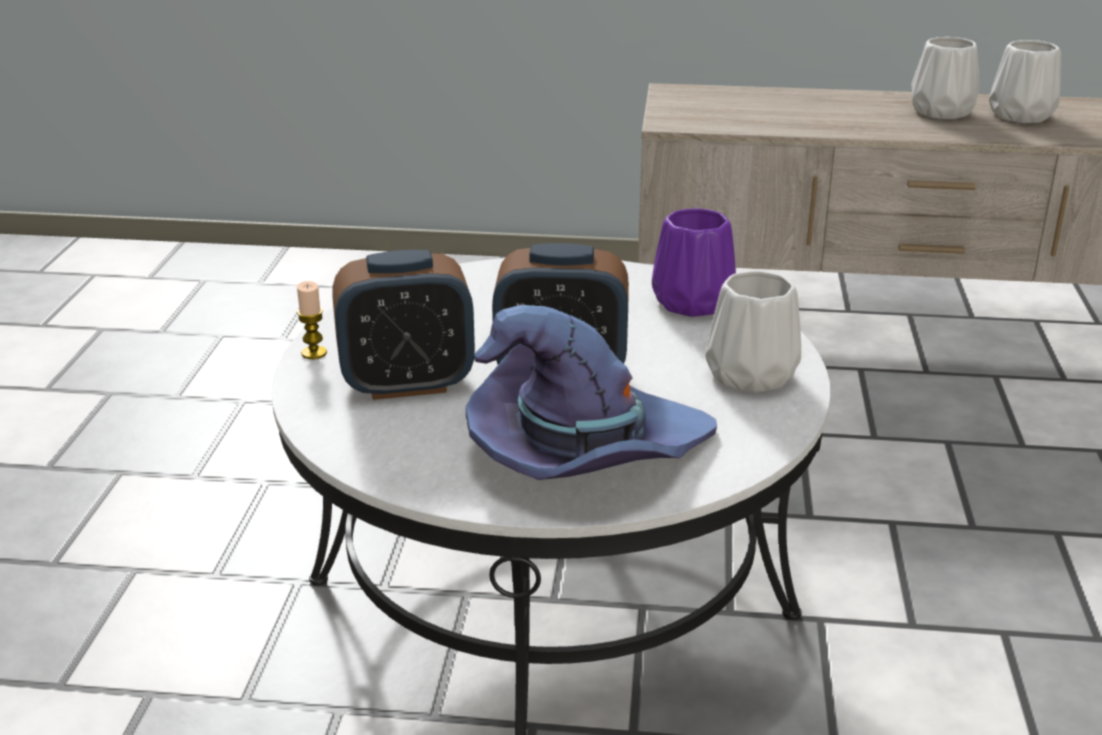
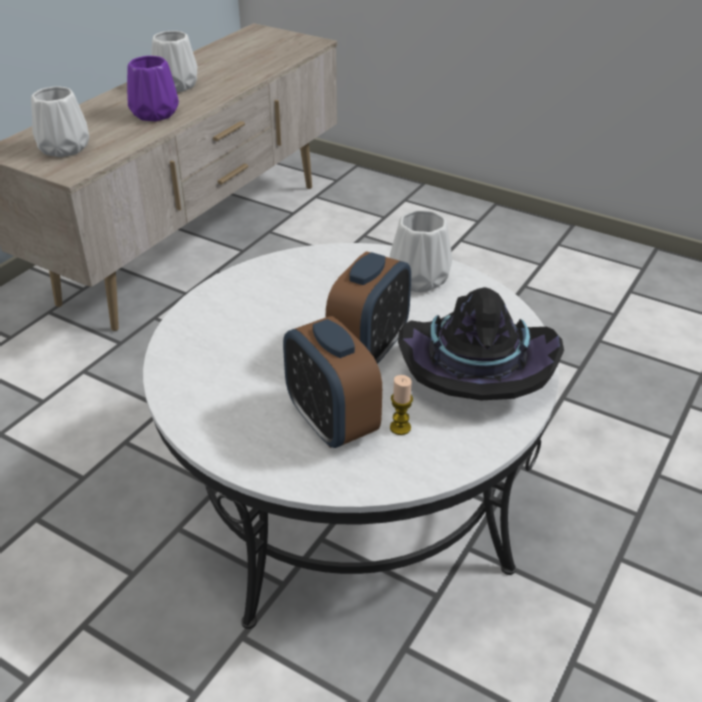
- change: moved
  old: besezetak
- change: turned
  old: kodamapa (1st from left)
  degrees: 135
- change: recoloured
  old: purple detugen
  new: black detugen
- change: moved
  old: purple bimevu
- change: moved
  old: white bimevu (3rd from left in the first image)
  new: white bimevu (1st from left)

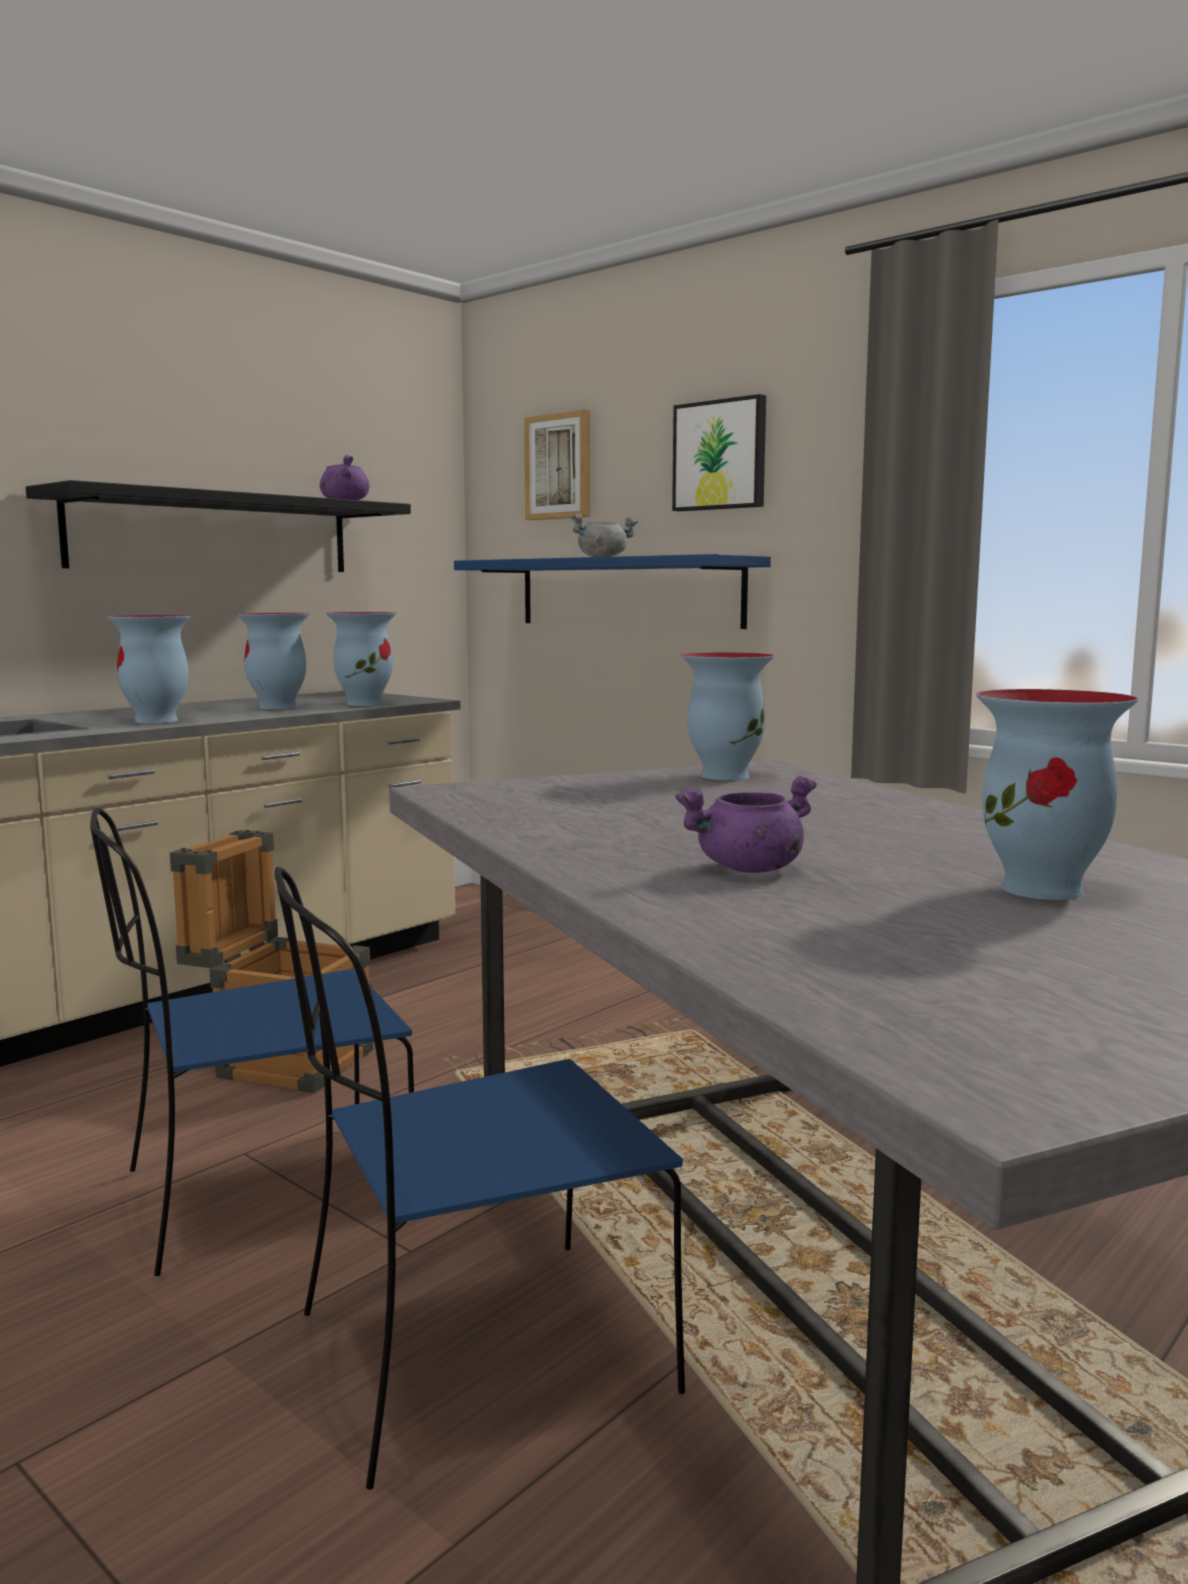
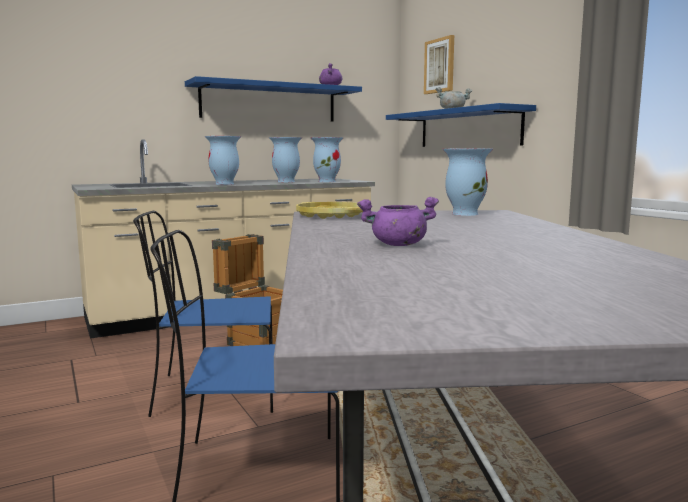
- change: recoloured
  old: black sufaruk
  new: blue sufaruk (1st from left)
- change: removed
  old: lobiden (2nd from left)
- change: removed
  old: bimevu (5th from left)
- change: added
  new: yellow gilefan

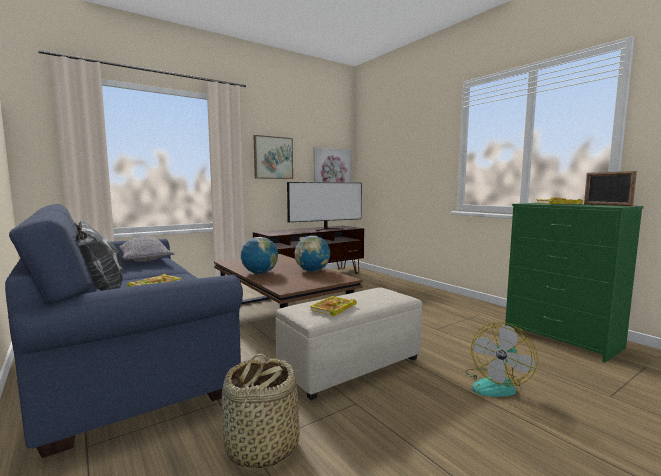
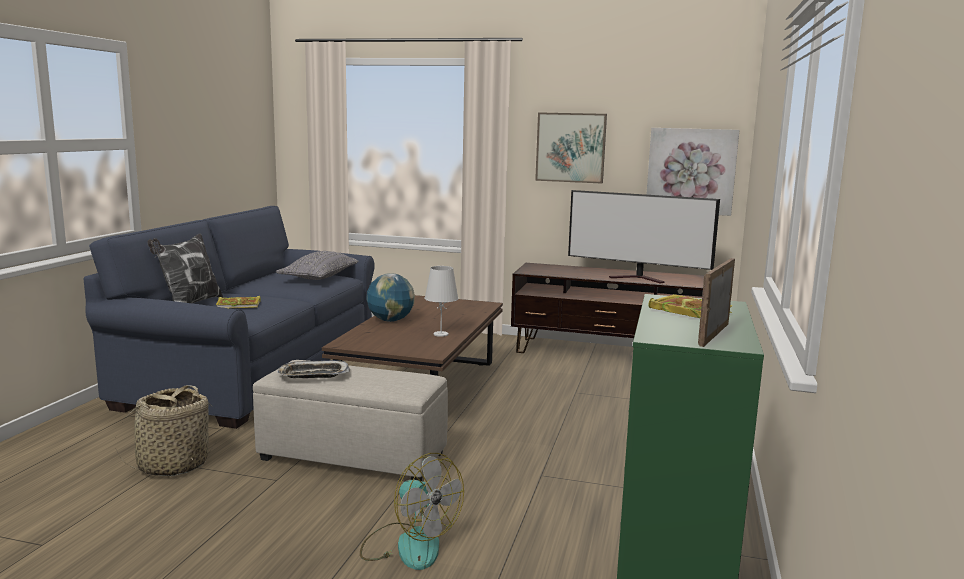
- change: replaced
  old: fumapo (2nd from left)
  new: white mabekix
- change: replaced
  old: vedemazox (2nd from left)
  new: gilefan
- change: turned
  old: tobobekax
  degrees: -135

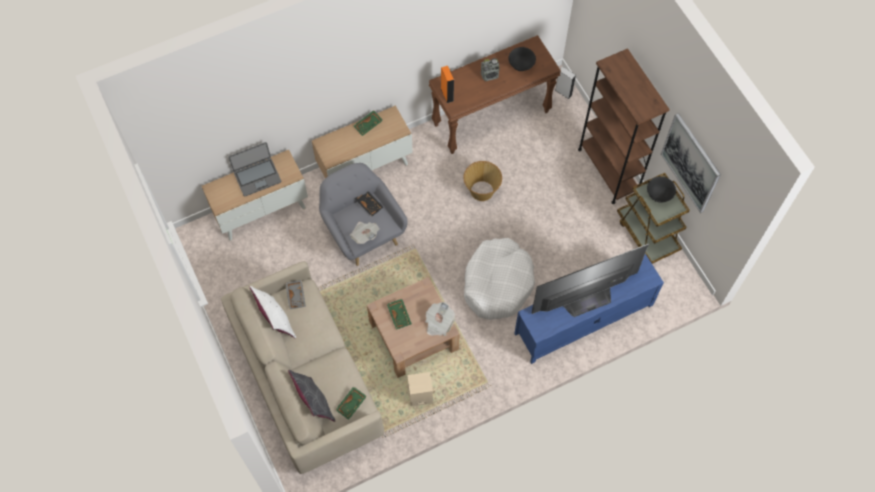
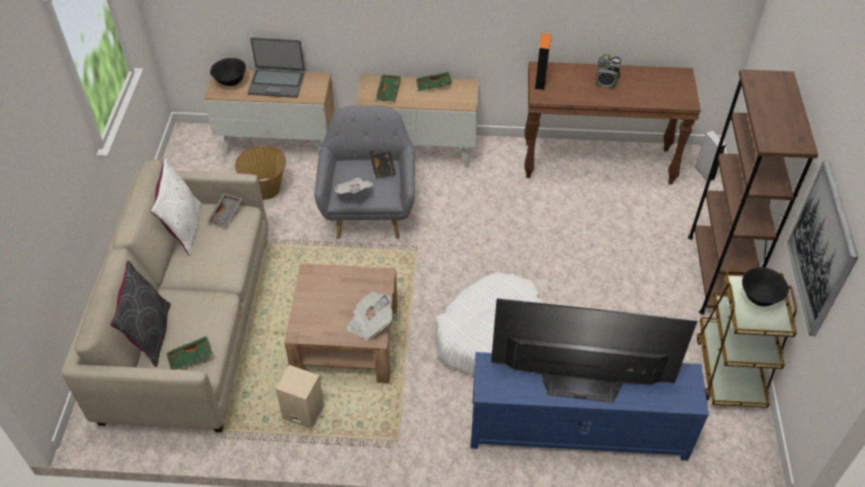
- change: moved
  old: green gilefan (3rd from left in the first image)
  new: green gilefan (2nd from left)
- change: moved
  old: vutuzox
- change: moved
  old: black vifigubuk (1st from left)

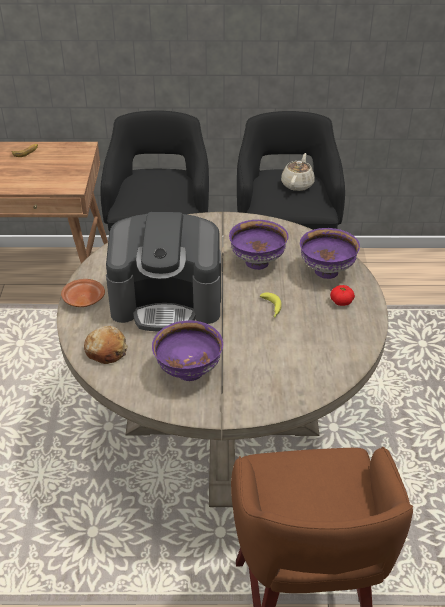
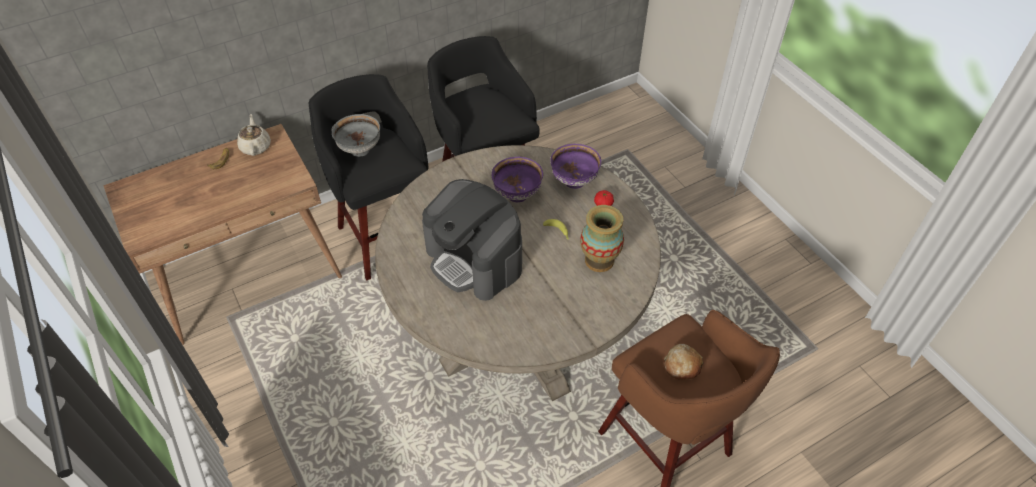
- change: removed
  old: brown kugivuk
- change: moved
  old: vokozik
- change: turned
  old: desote
  degrees: 75
- change: removed
  old: purple vifigubuk (1st from left)
- change: moved
  old: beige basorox
- change: added
  new: grey vifigubuk
- change: added
  new: bimevu

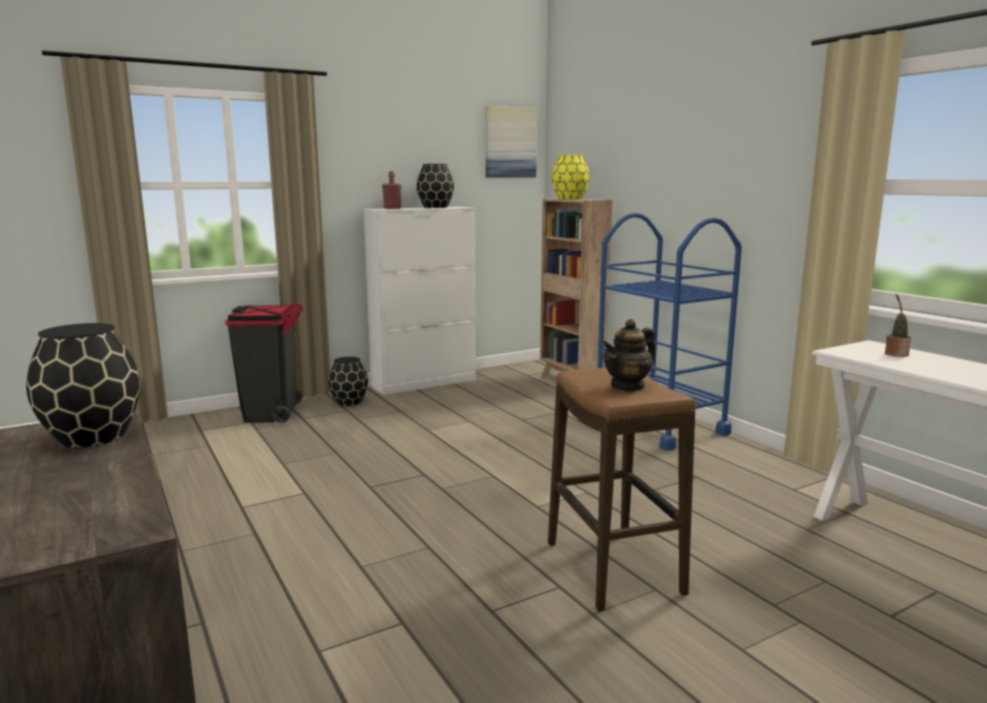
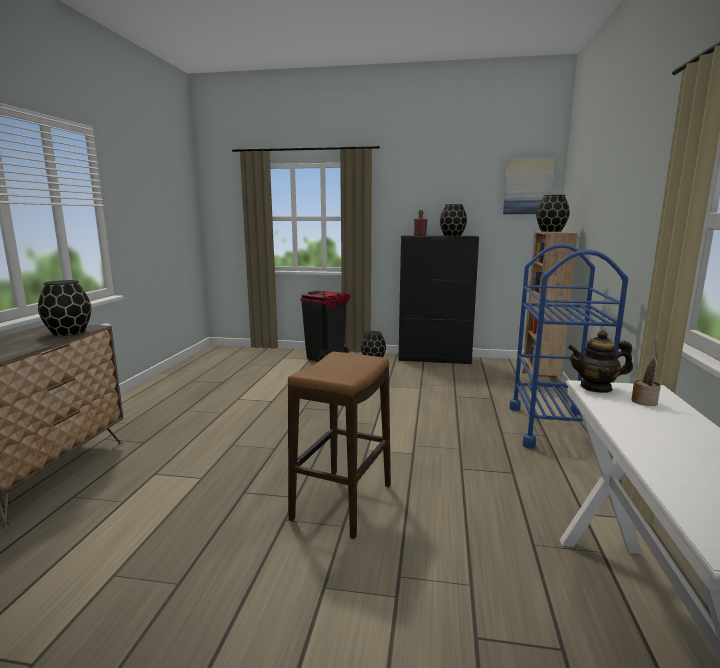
- change: recoloured
  old: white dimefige
  new: black dimefige
- change: recoloured
  old: yellow bimevu
  new: black bimevu (4th from left)
- change: moved
  old: basorox

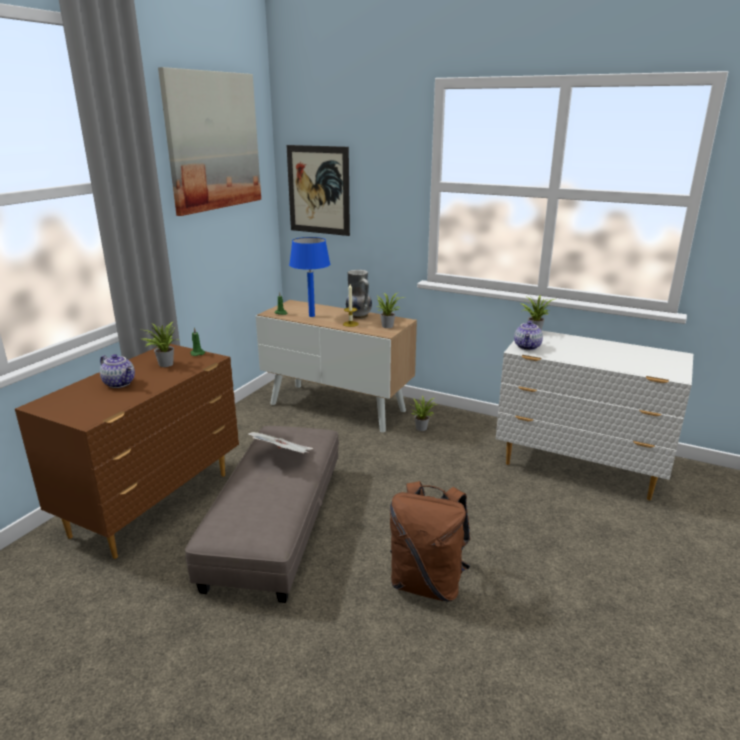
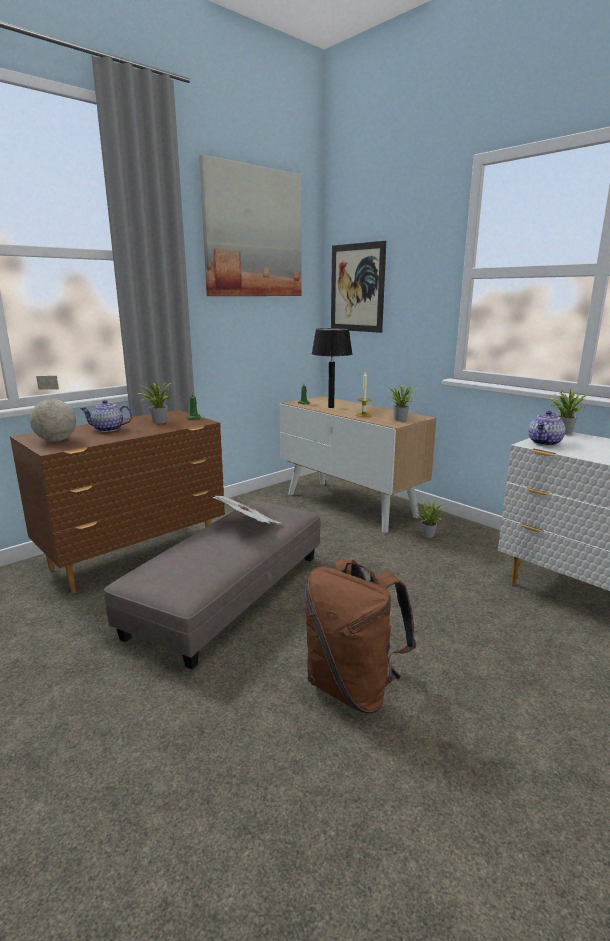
- change: turned
  old: basorox (1st from left)
  degrees: 120
- change: recoloured
  old: blue mabekix
  new: black mabekix
- change: removed
  old: bimevu
- change: added
  new: fumapo

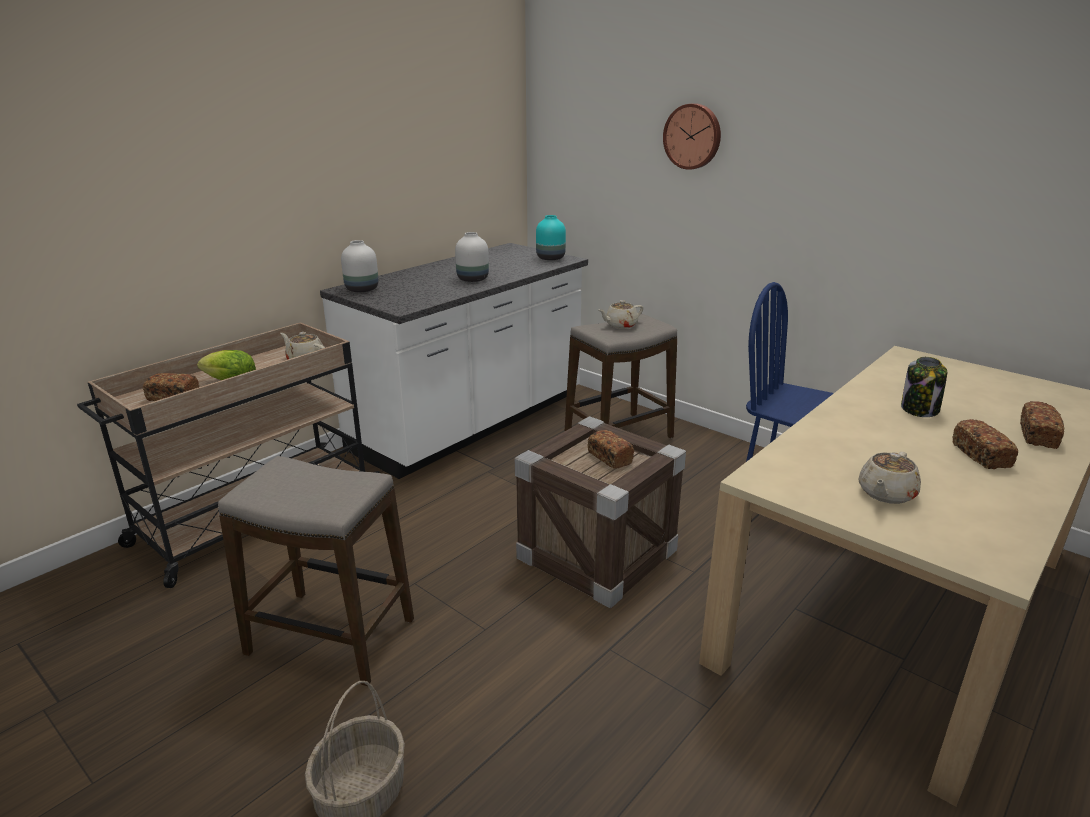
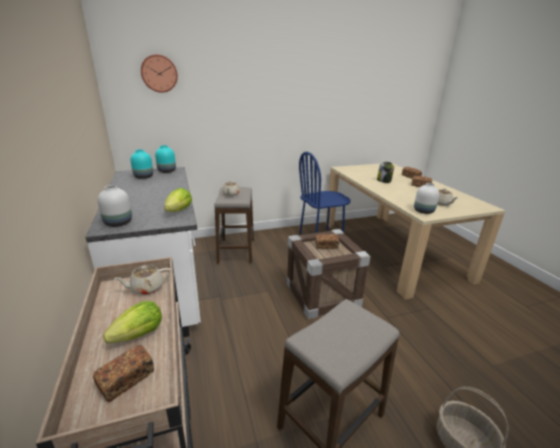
- change: moved
  old: white bimevu (2nd from left)
- change: moved
  old: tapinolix
- change: added
  new: turquoise bimevu (1st from left)
- change: added
  new: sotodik (2nd from left)

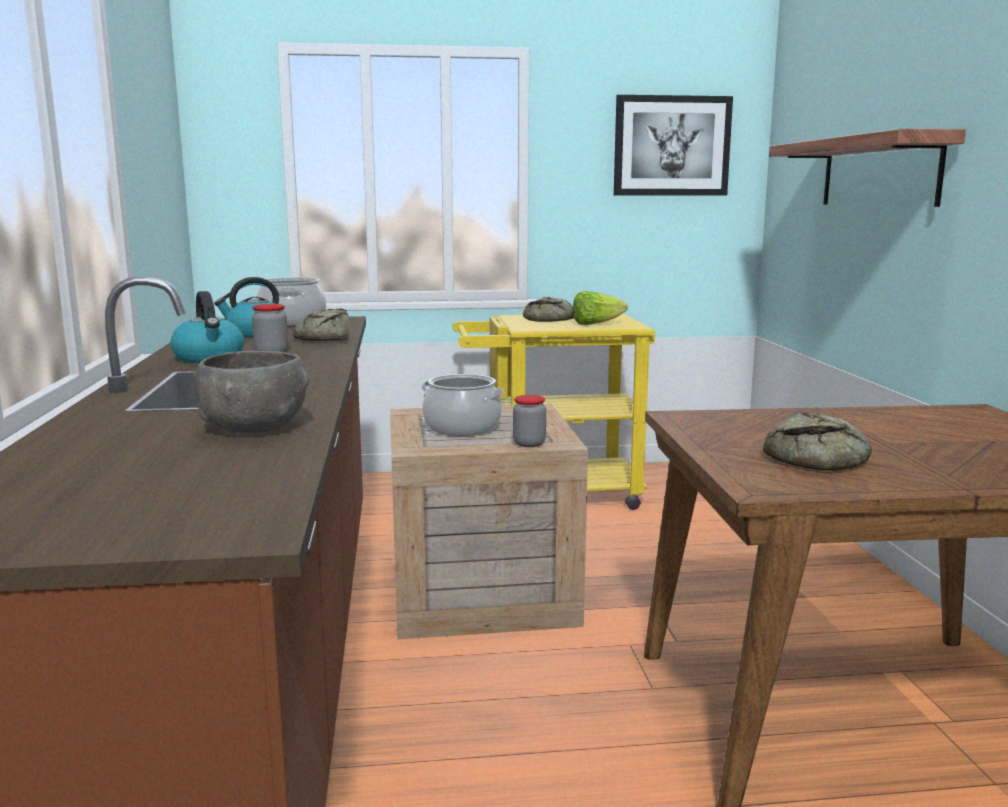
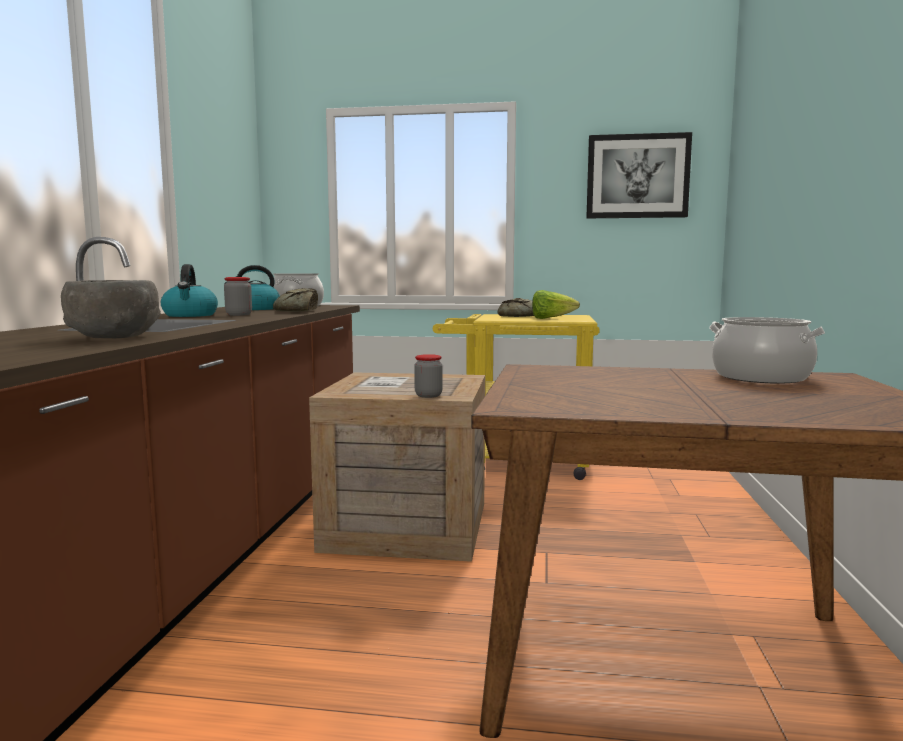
- change: moved
  old: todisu (2nd from left)
- change: removed
  old: vokozik (3rd from left)
- change: removed
  old: sufaruk

